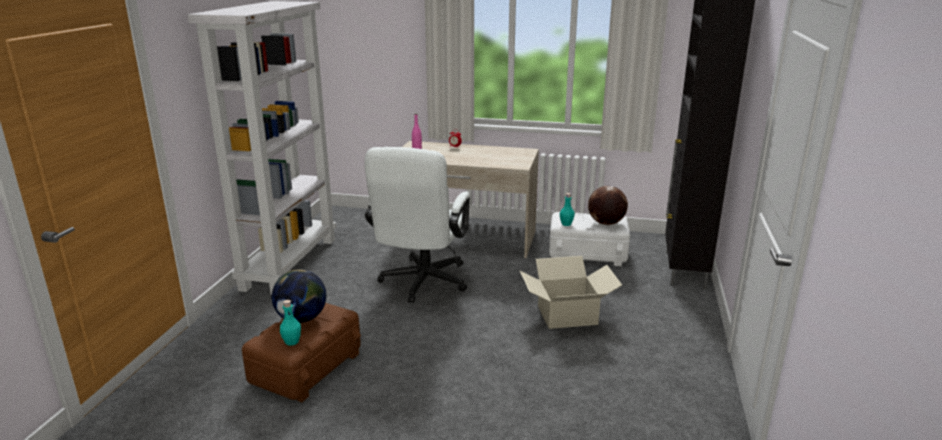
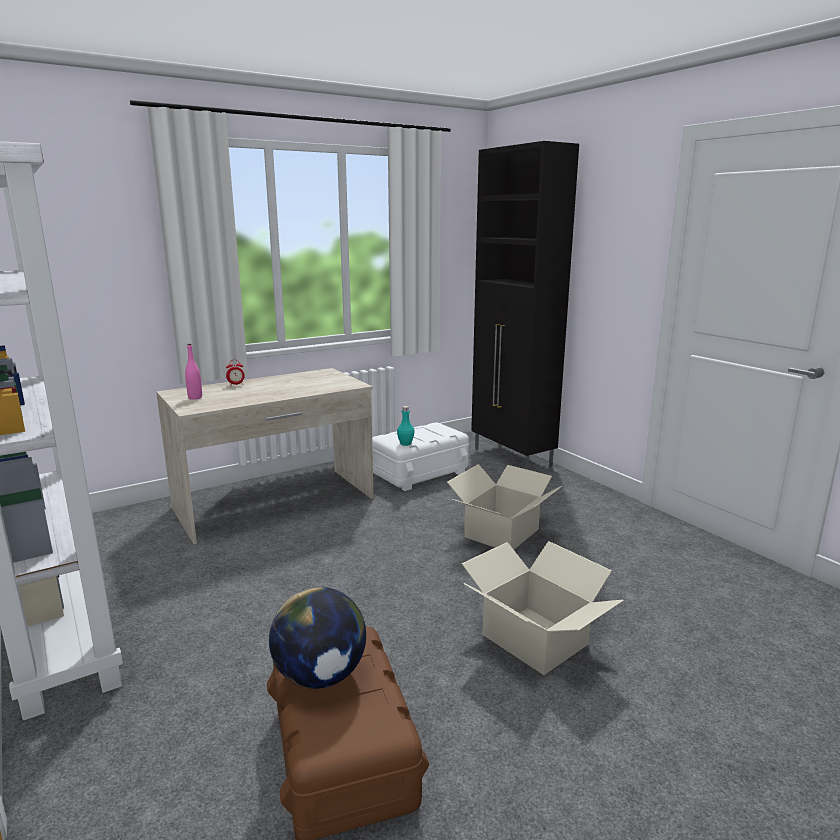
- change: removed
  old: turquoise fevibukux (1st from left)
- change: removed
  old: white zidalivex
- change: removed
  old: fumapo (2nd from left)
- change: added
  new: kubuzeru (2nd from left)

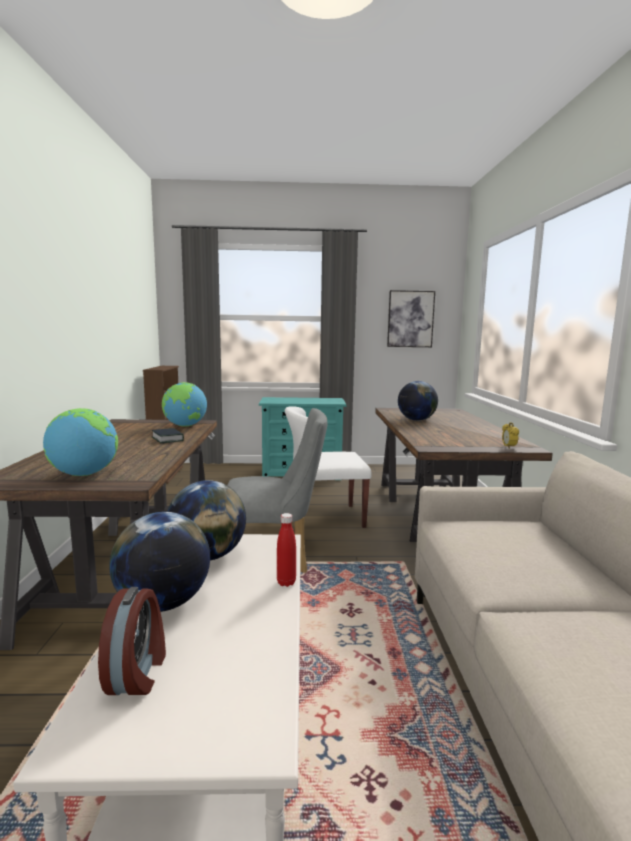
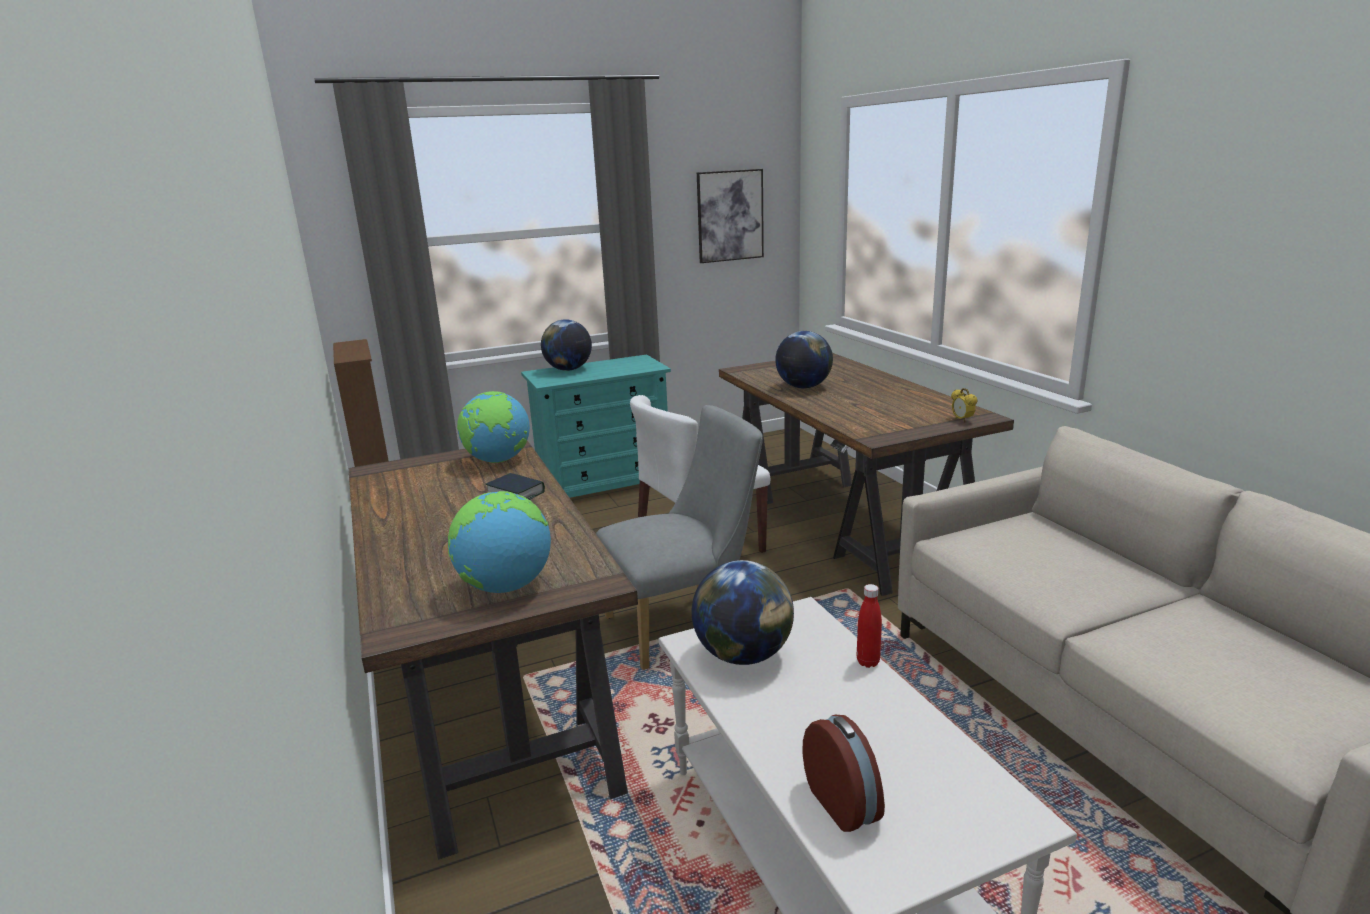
- change: moved
  old: fumapo (2nd from left in the first image)
  new: fumapo (3rd from left)

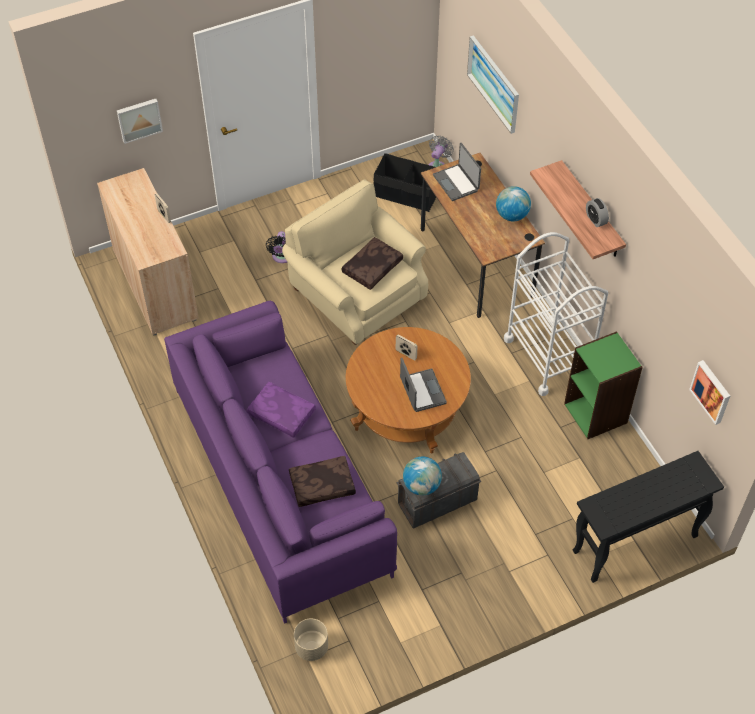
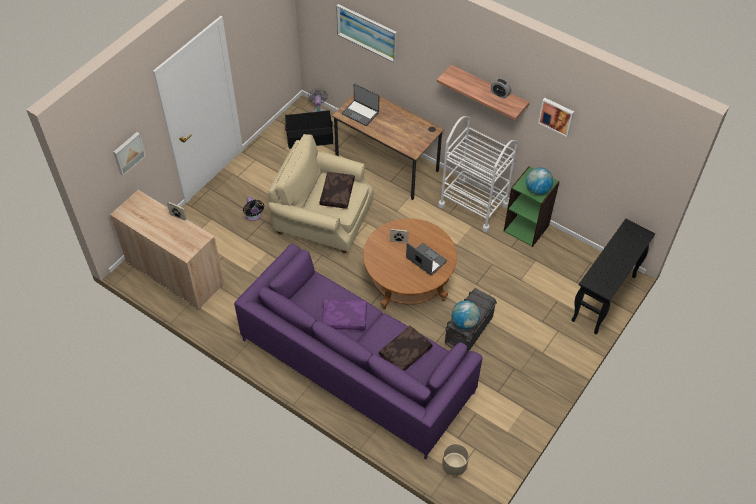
- change: moved
  old: fumapo (2nd from left)
- change: moved
  old: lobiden (3rd from left)

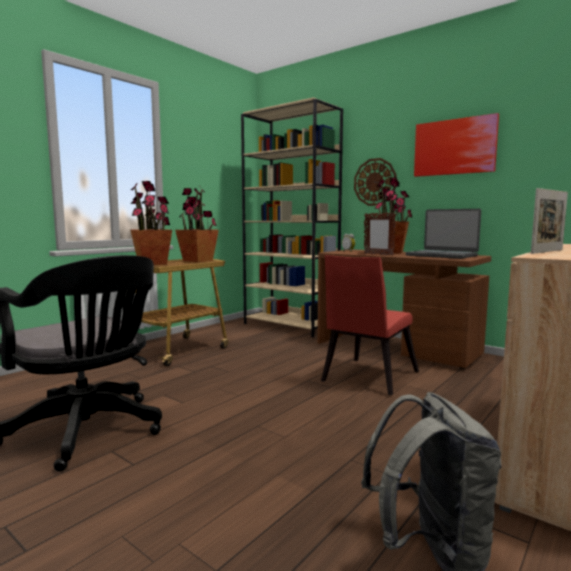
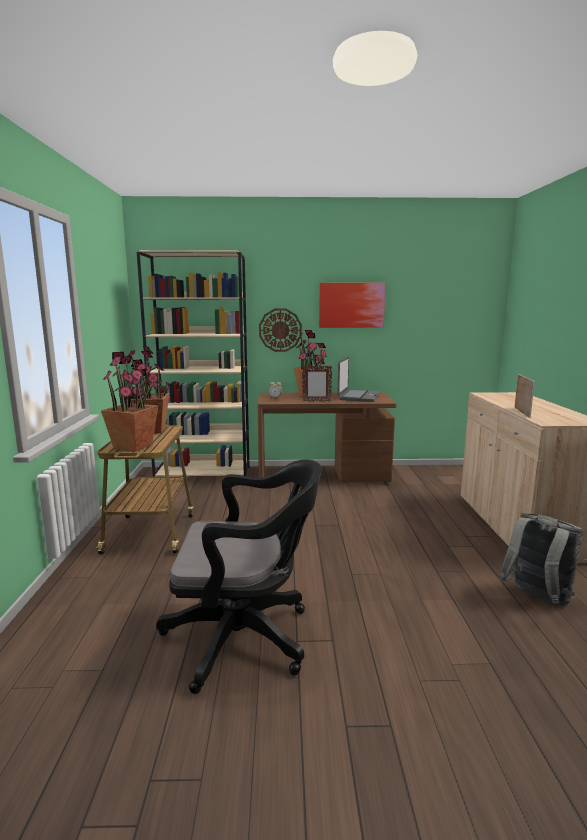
- change: removed
  old: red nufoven
- change: turned
  old: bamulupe
  degrees: -75

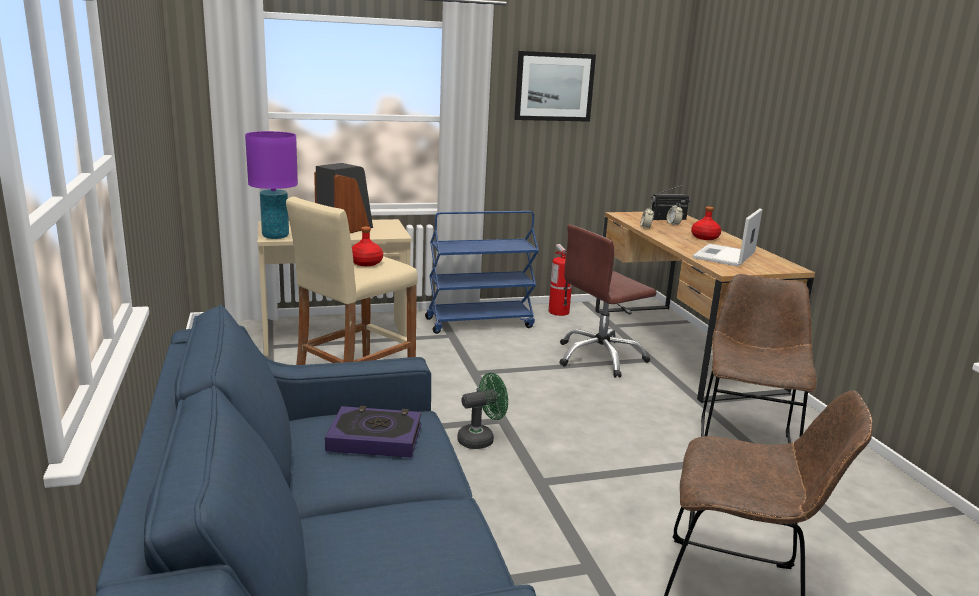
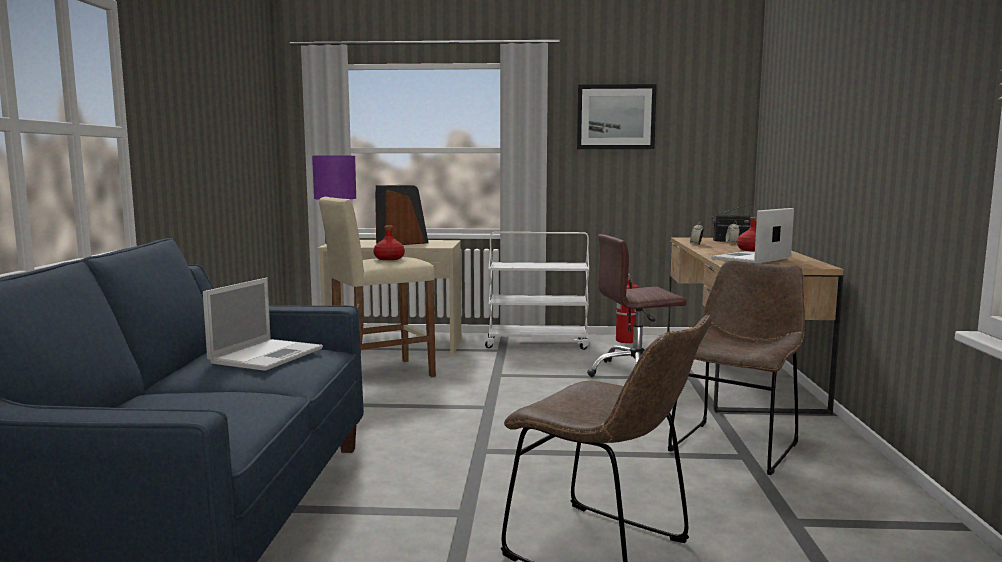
- change: replaced
  old: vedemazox
  new: bamulupe (1st from left)
- change: recoloured
  old: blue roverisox
  new: white roverisox
- change: removed
  old: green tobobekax

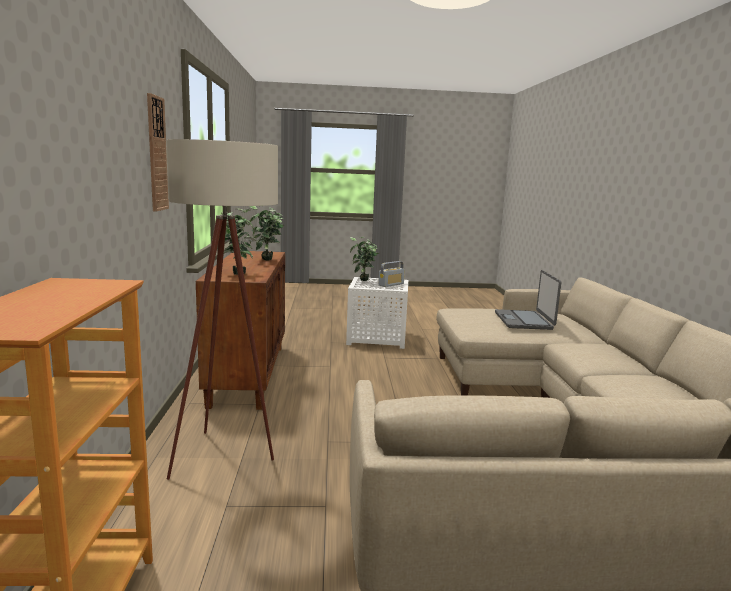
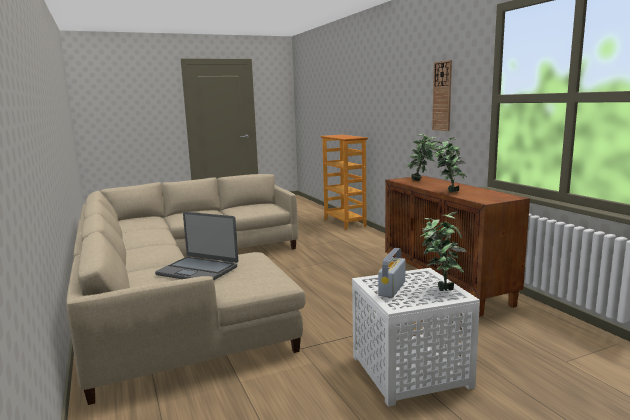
- change: removed
  old: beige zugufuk
- change: turned
  old: bamulupe
  degrees: 135

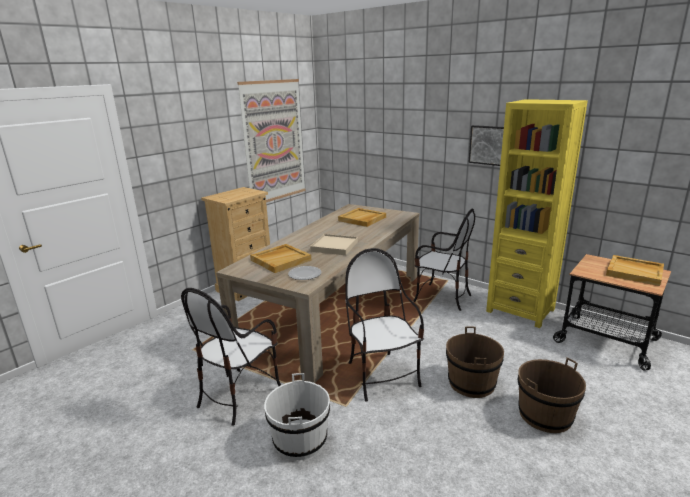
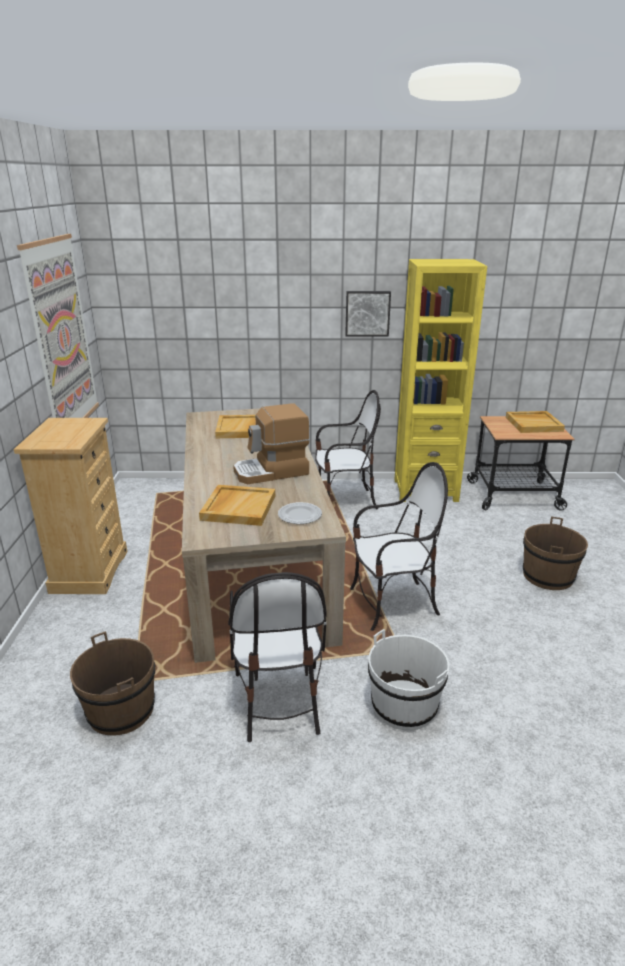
- change: replaced
  old: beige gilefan (2nd from left)
  new: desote
- change: turned
  old: nufoven (2nd from left in the first image)
  degrees: 135
- change: moved
  old: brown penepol (1st from left)

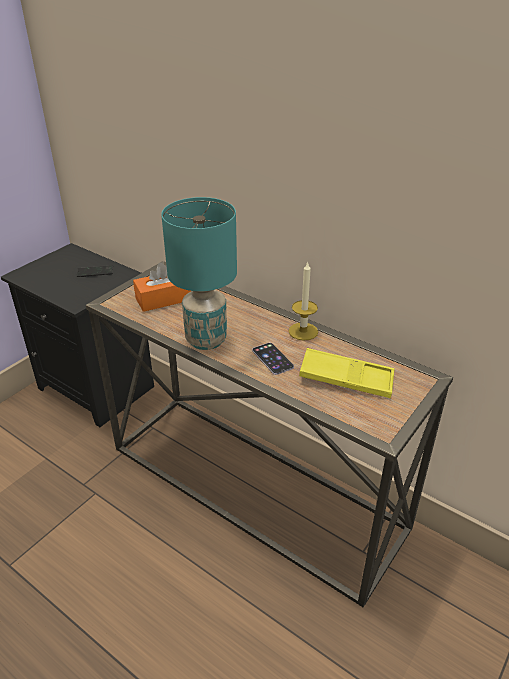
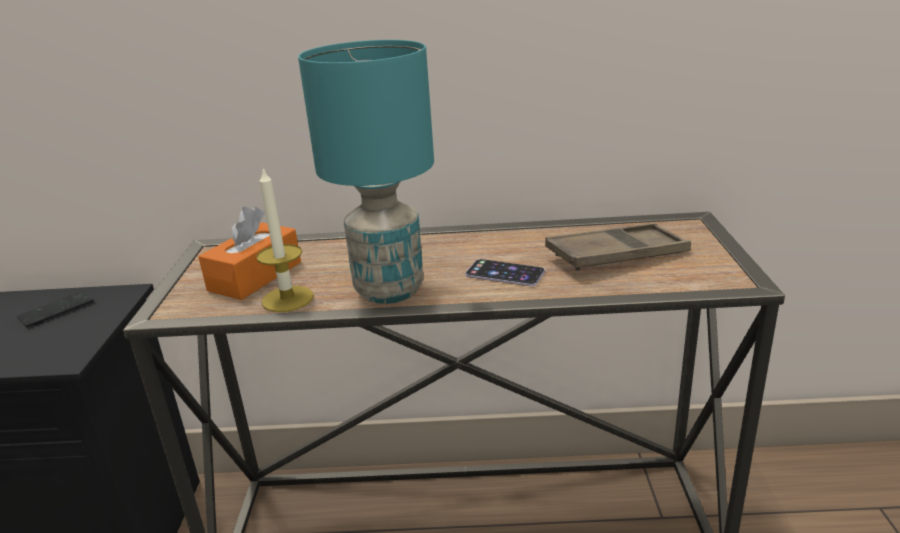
- change: moved
  old: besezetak
- change: recoloured
  old: yellow gilefan
  new: brown gilefan

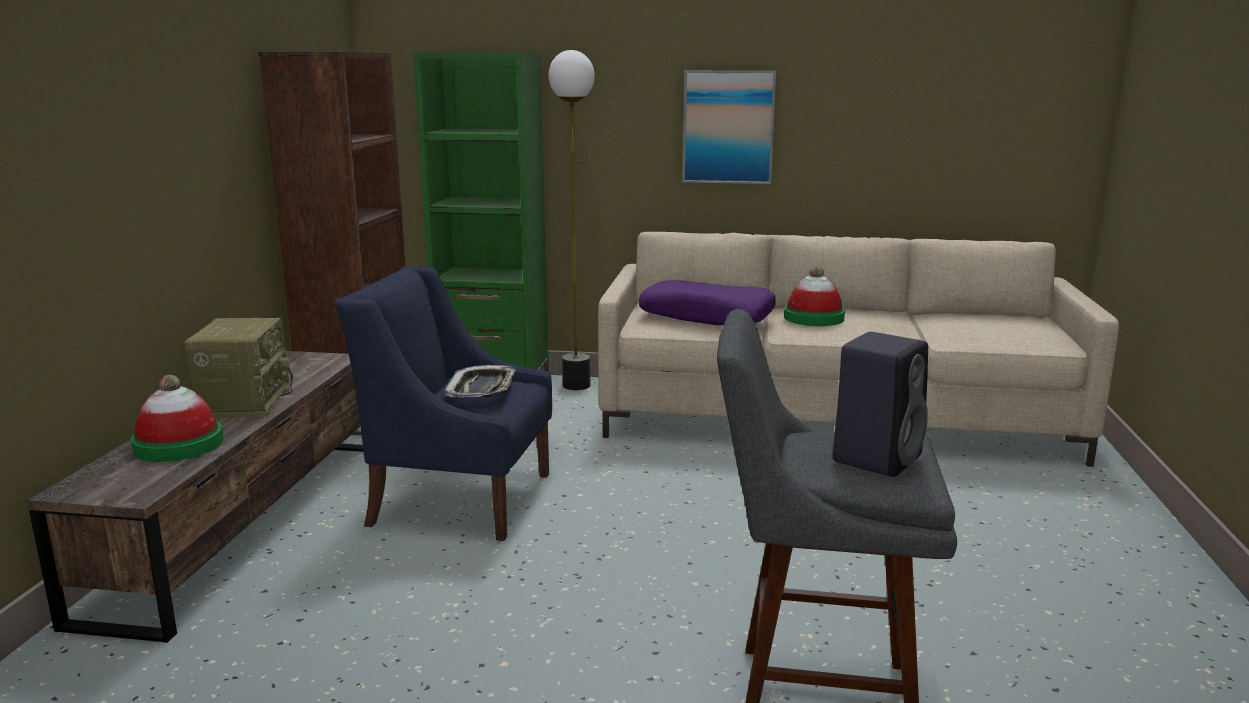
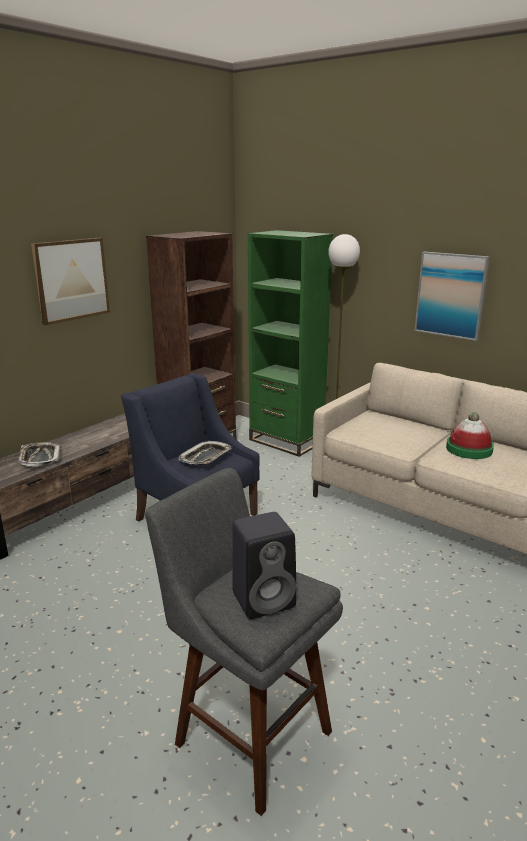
- change: replaced
  old: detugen (1st from left)
  new: gilefan (1st from left)
- change: removed
  old: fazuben
- change: removed
  old: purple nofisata
- change: added
  new: lobiden (1st from left)

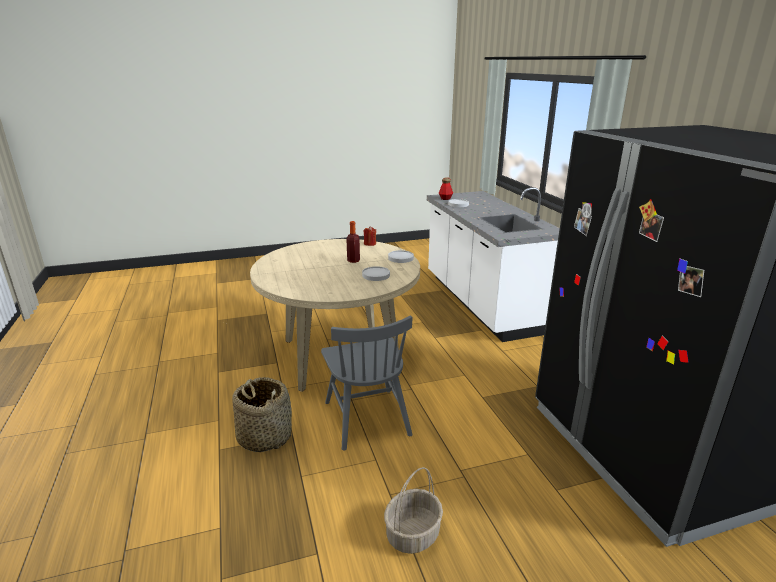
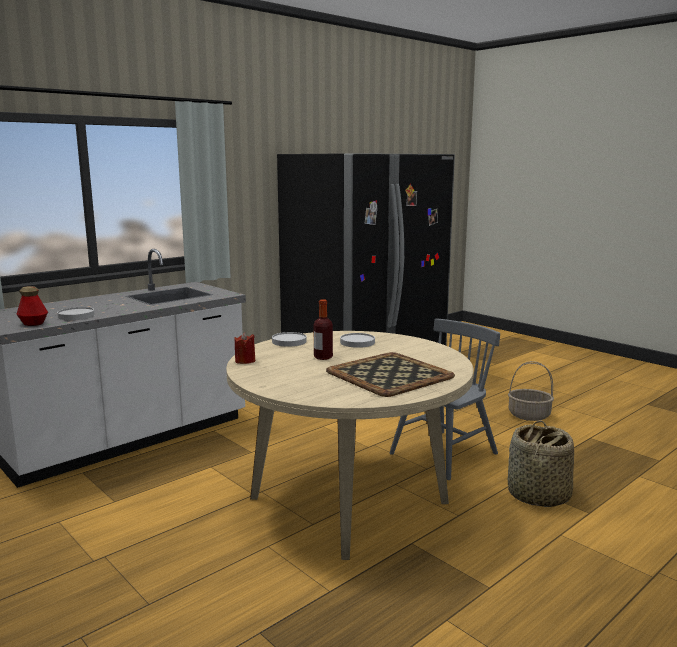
- change: added
  new: gilefan

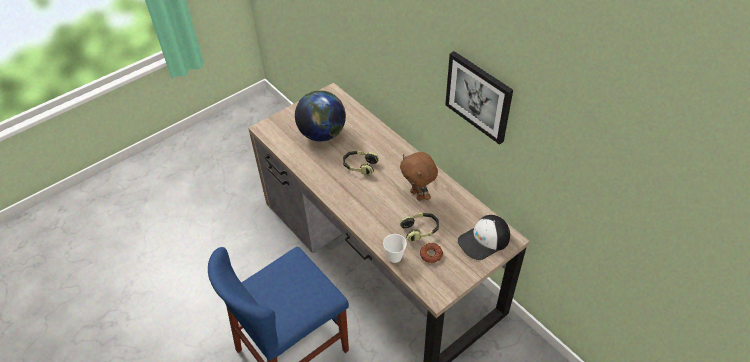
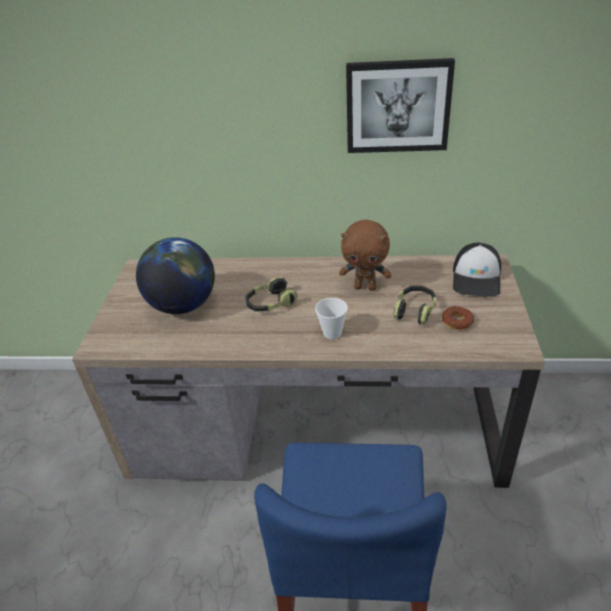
- change: moved
  old: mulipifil

